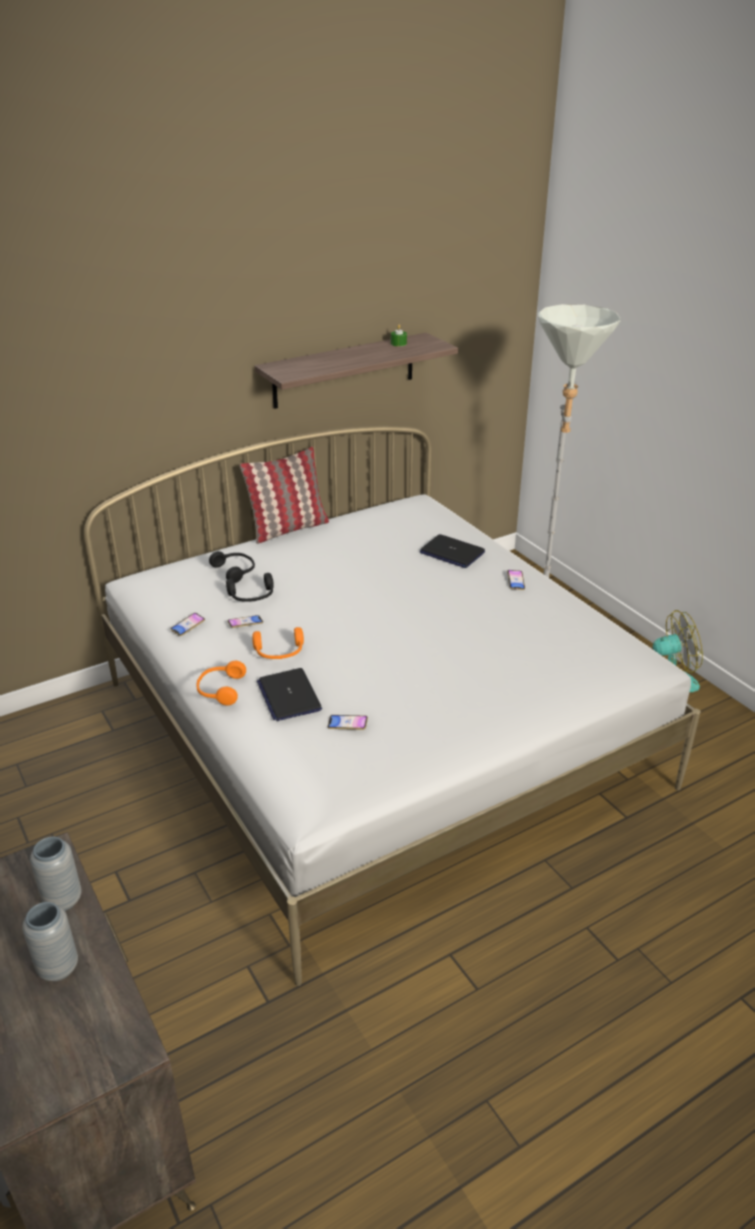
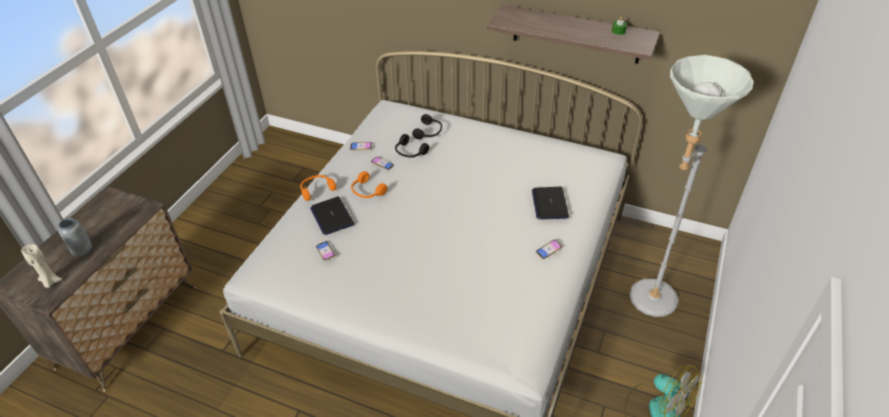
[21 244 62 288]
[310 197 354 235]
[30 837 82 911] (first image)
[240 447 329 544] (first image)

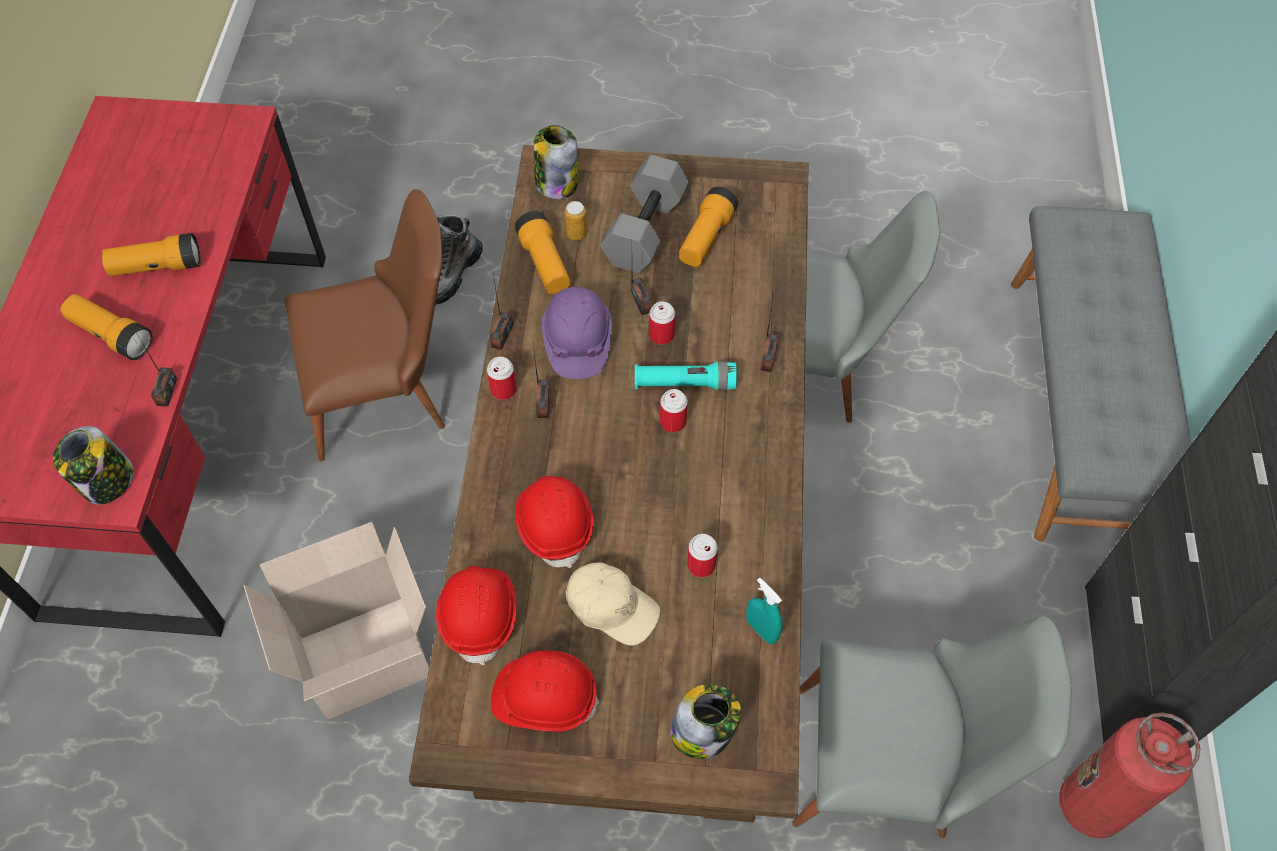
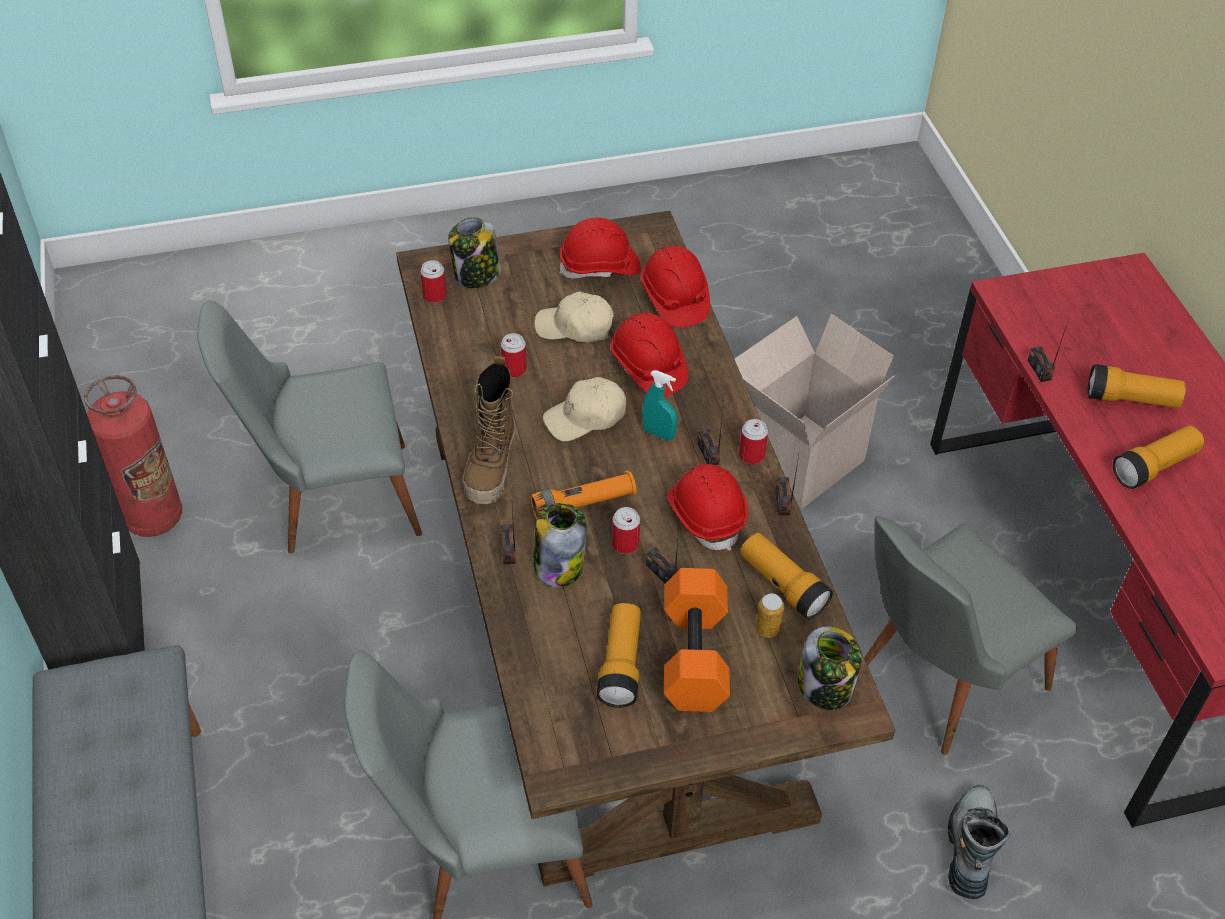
[420 260 447 303]
[463 356 514 504]
[531 471 636 520]
[533 503 586 587]
[543 377 627 441]
[642 370 678 440]
[664 568 730 712]
[667 464 748 551]
[864 516 1078 755]

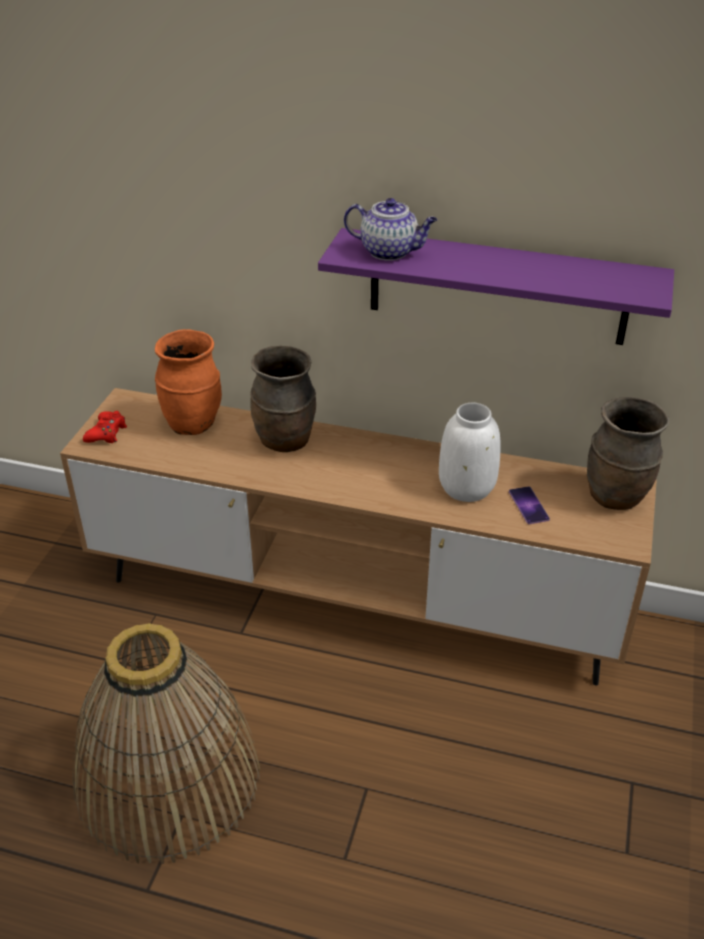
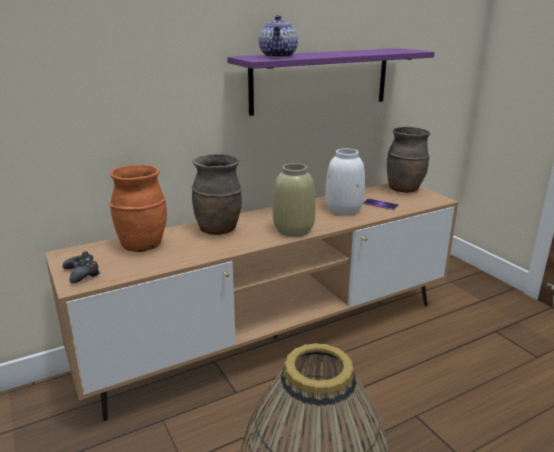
[63 251 100 284]
[259 15 298 58]
[273 163 316 237]

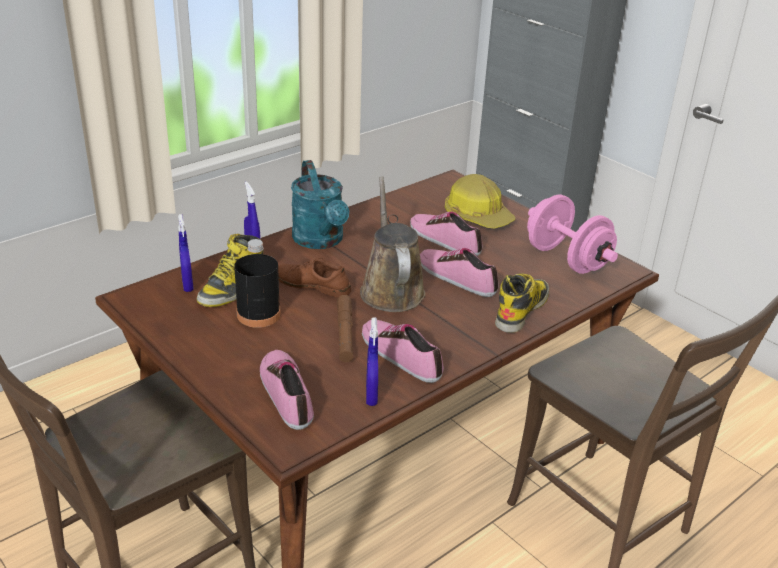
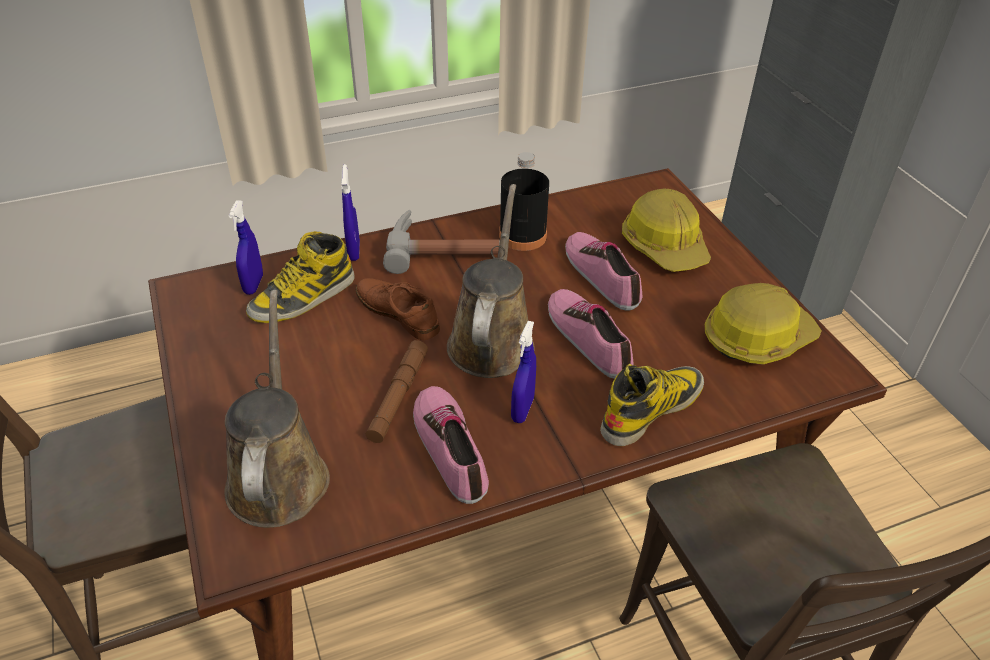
[224 290 330 528]
[383 210 500 274]
[499 152 549 251]
[511 321 536 423]
[705 283 821 364]

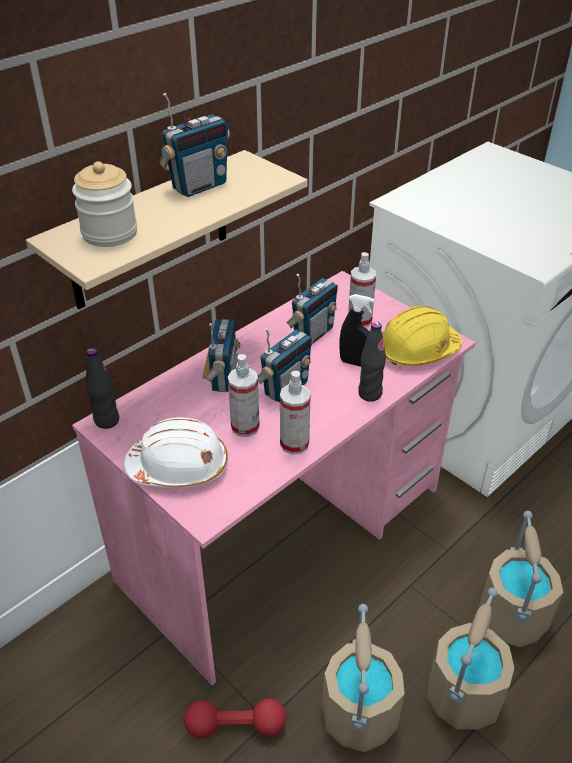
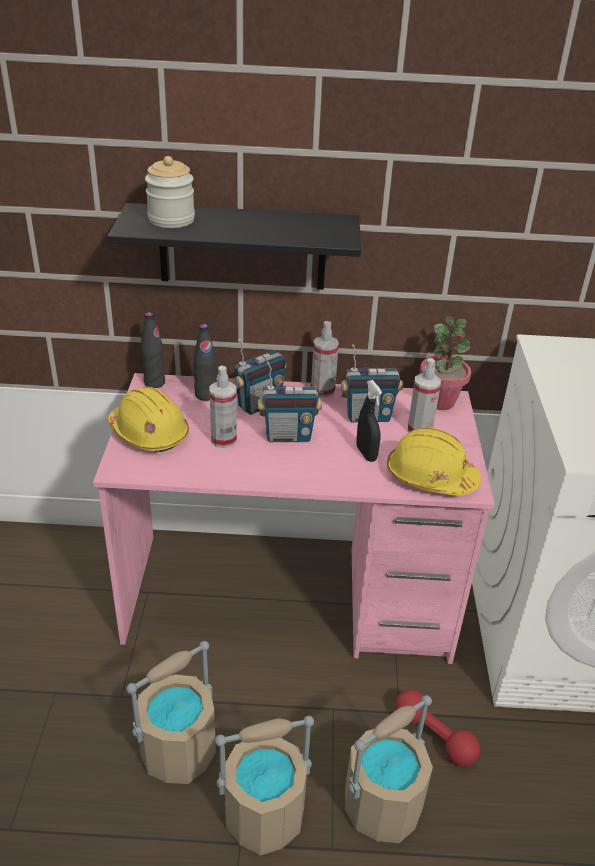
[107 203 361 290]
[108 387 189 452]
[193 324 217 401]
[311 321 339 398]
[395 690 480 767]
[420 316 471 410]
[159 93 230 197] (first image)

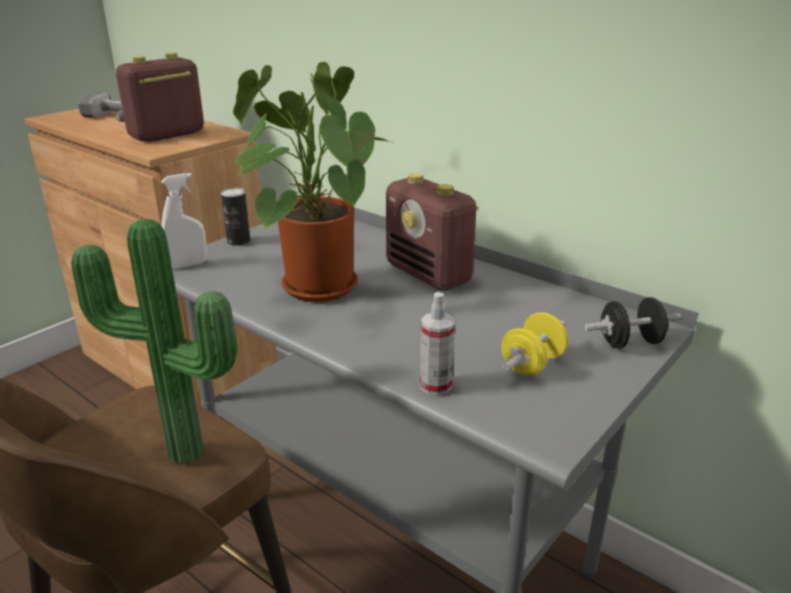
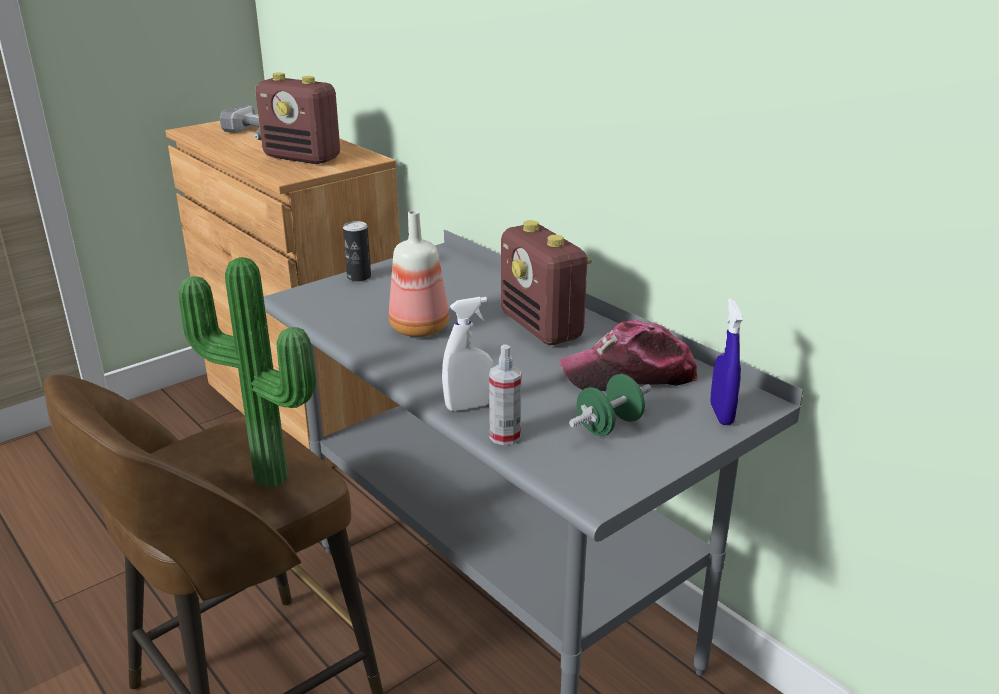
[255 73 340 164]
[389 210 449 337]
[442 297 494 411]
[559 320 698 391]
[569 374 651 436]
[710 298 743 425]

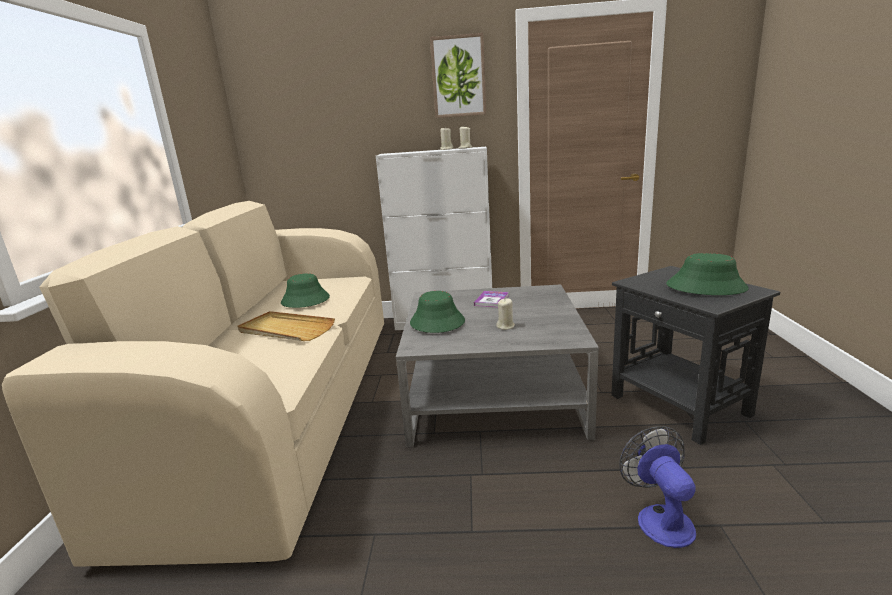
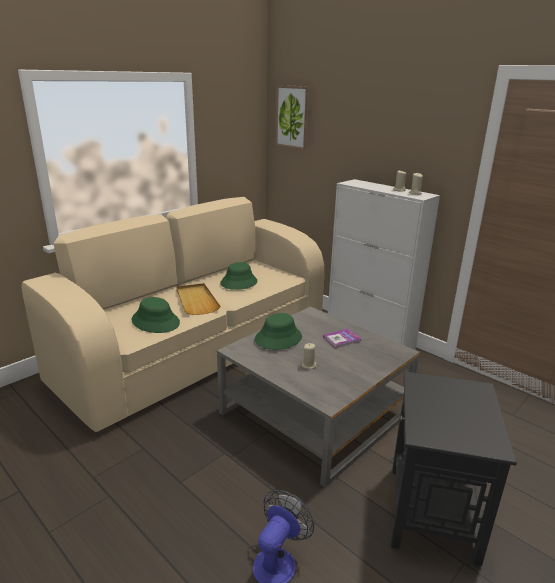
[131 297 180 333]
[275 85 310 150]

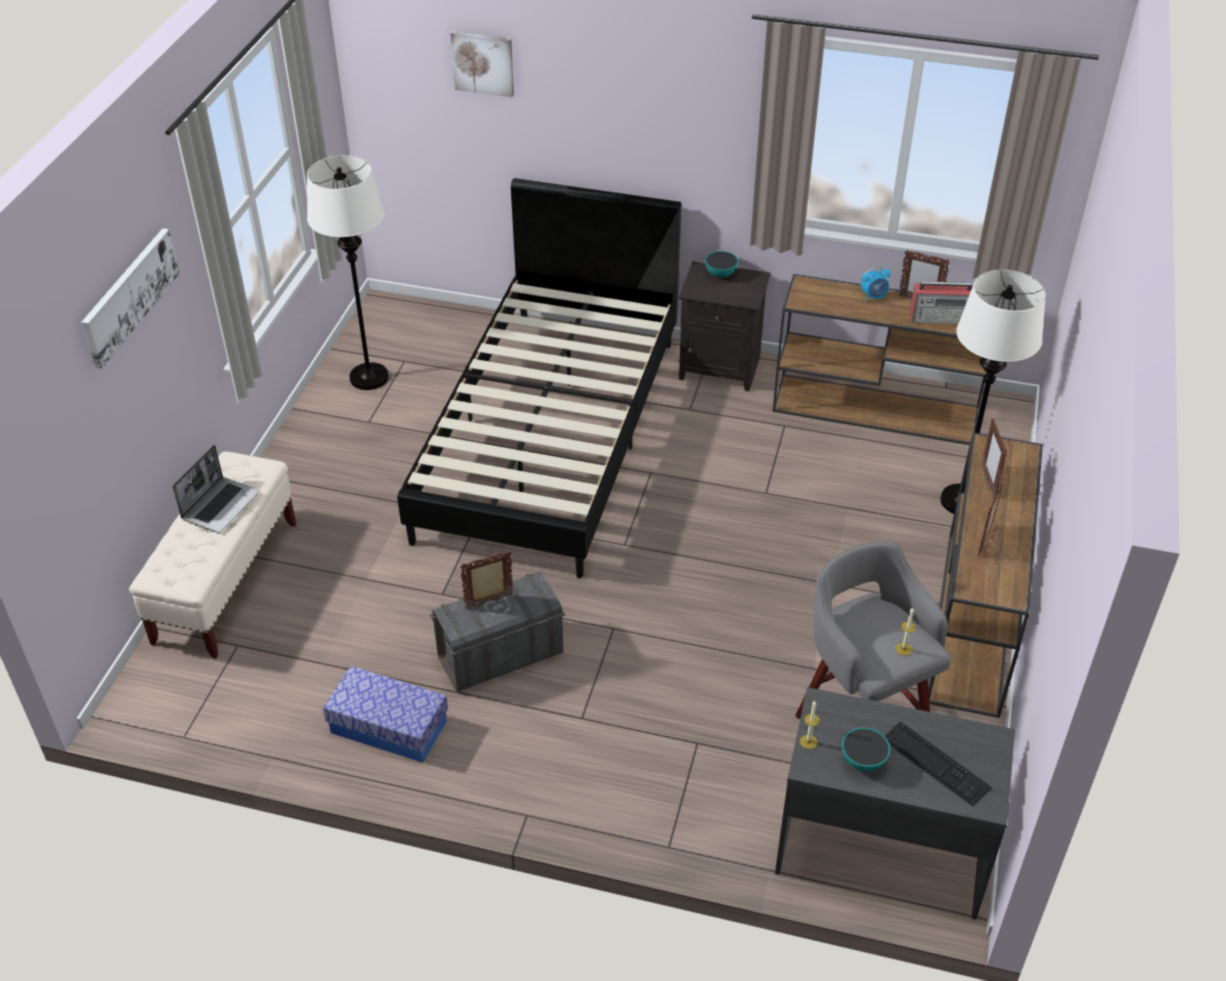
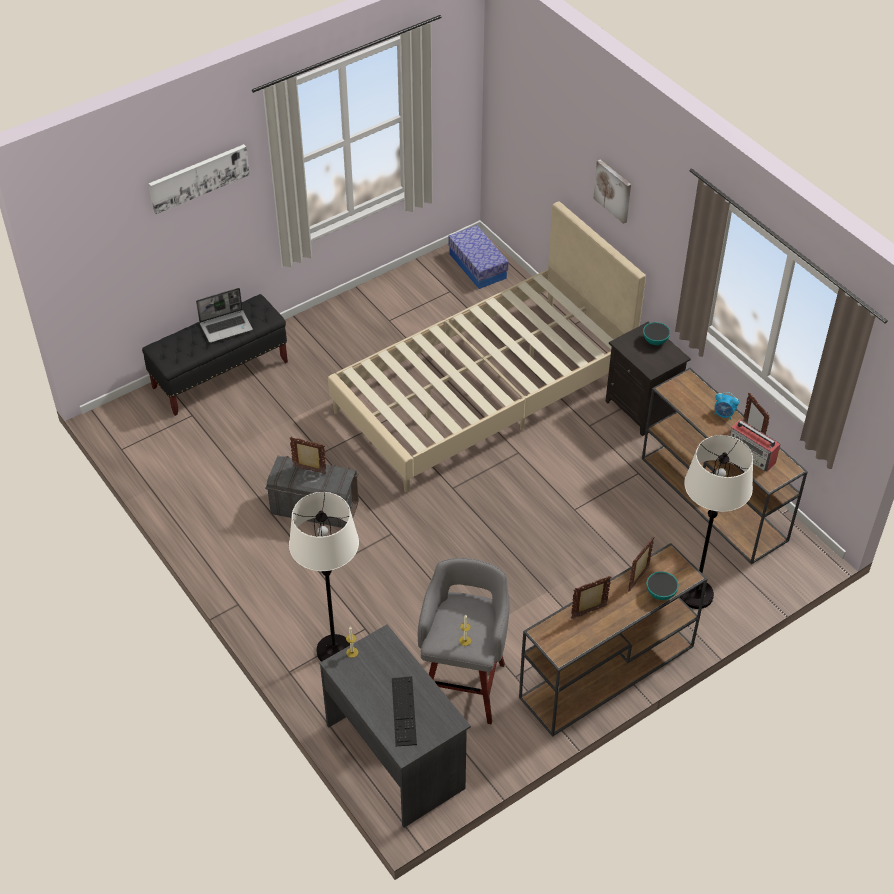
[142 294 288 416]
[289 492 359 662]
[328 201 646 492]
[448 225 509 289]
[593 160 631 224]
[647 571 679 600]

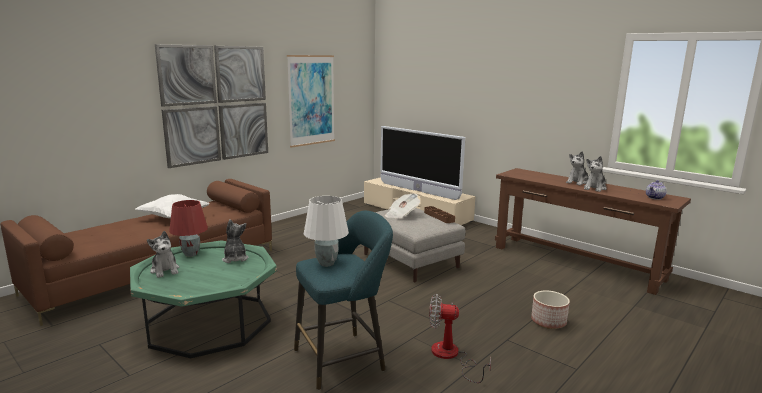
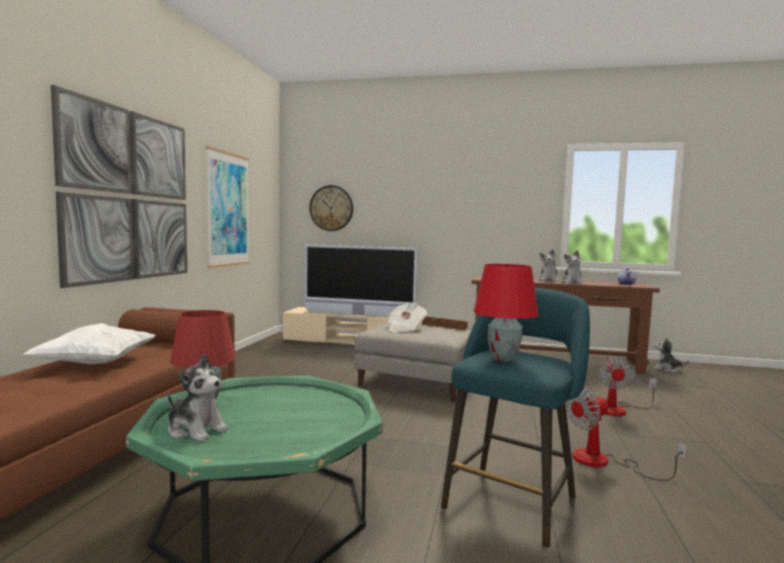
[309 185 353 231]
[473 264 539 362]
[599 357 657 416]
[653 337 688 373]

